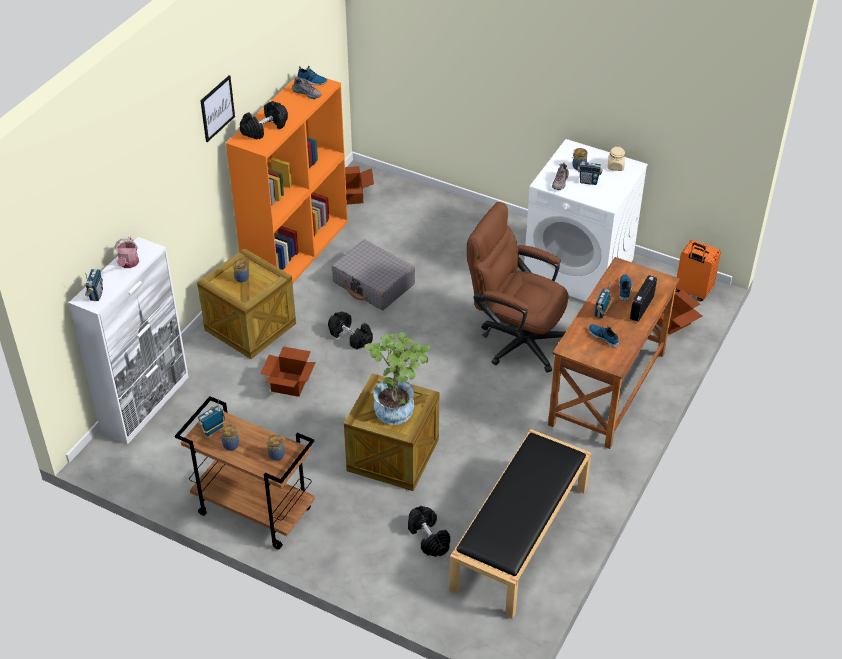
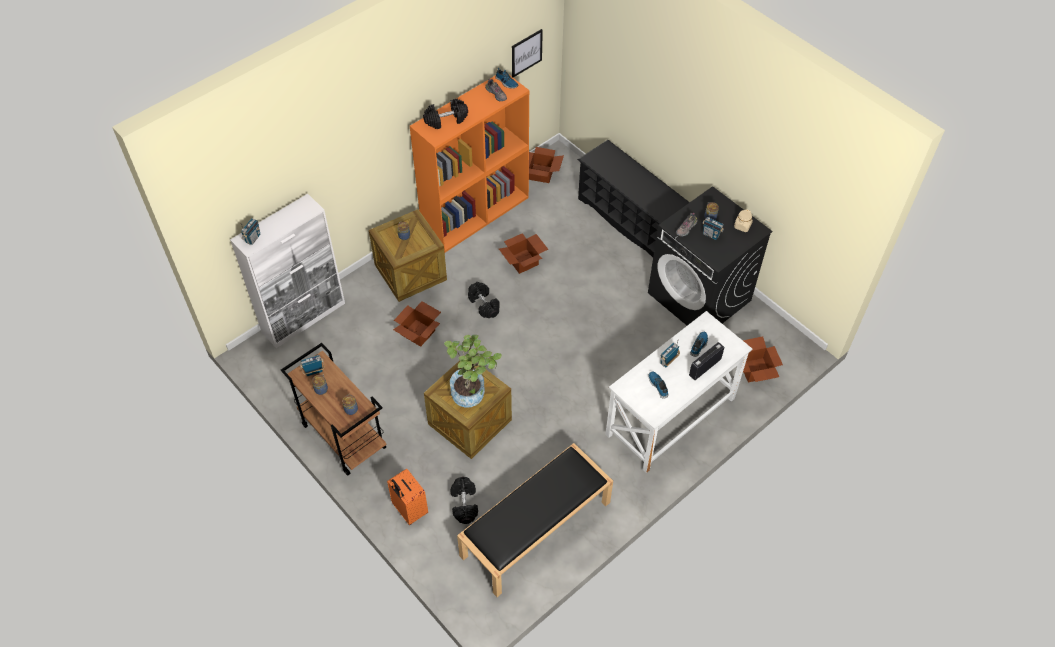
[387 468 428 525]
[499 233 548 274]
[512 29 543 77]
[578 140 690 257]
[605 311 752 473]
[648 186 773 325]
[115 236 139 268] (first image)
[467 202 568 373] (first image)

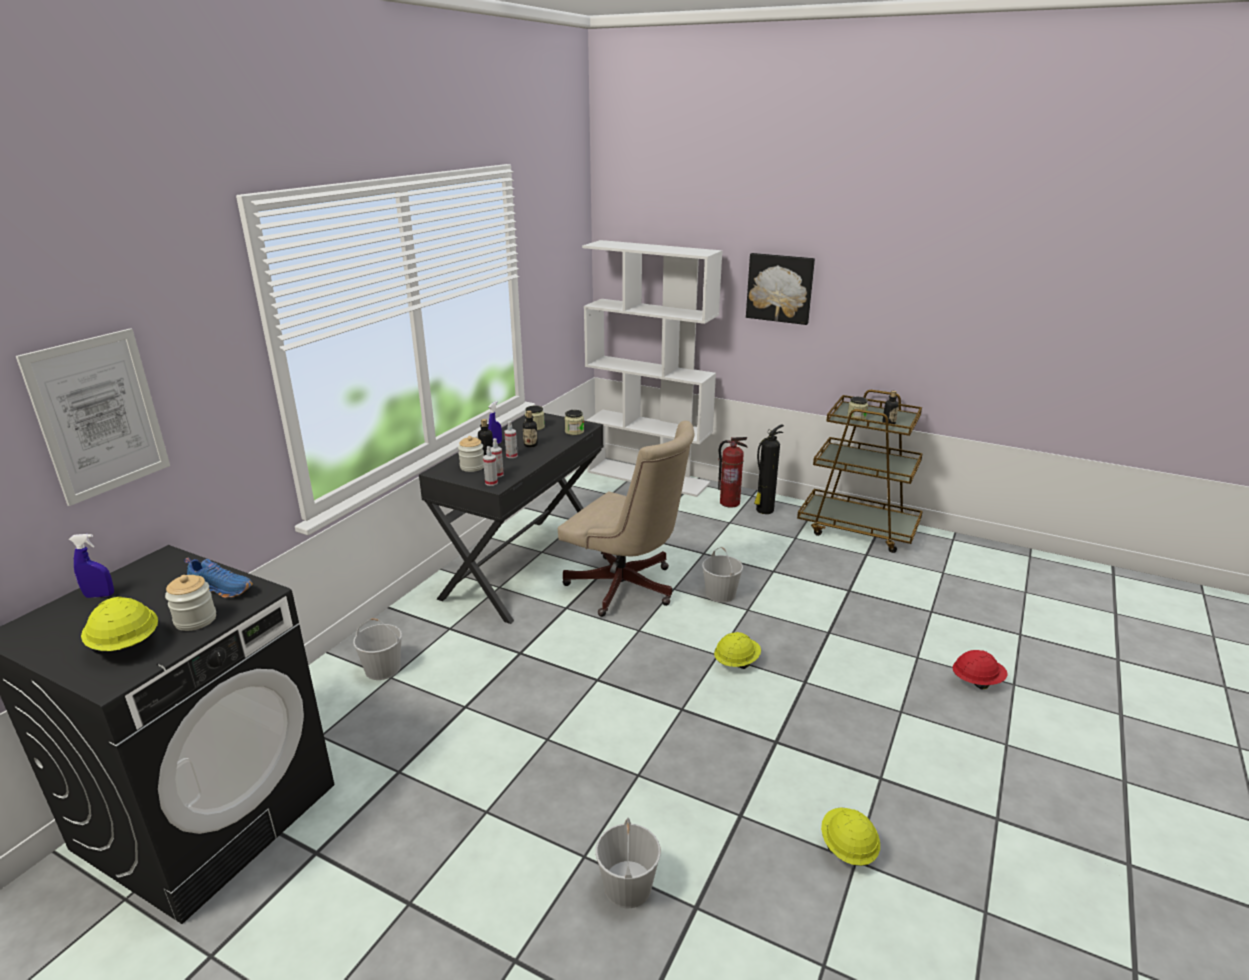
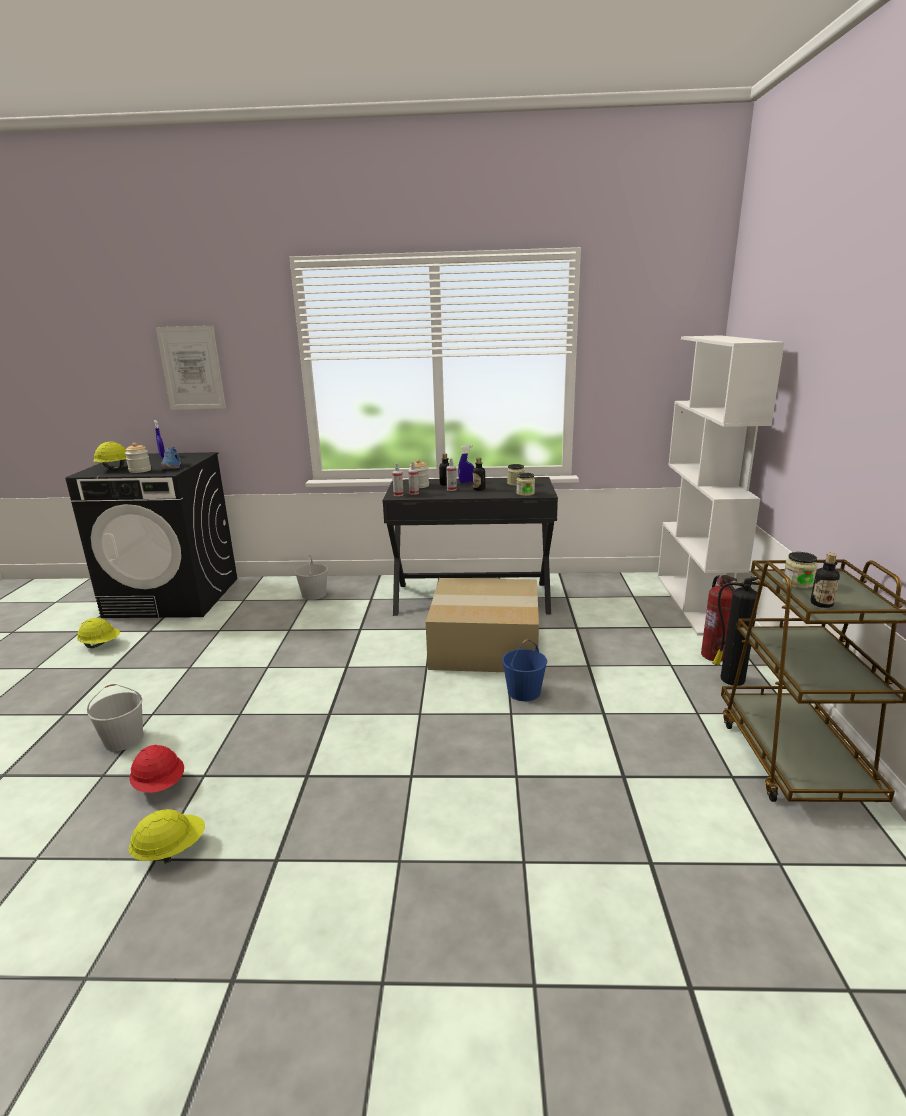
[77 618 120 648]
[129 745 184 793]
[426 578 539 672]
[502 639 547 701]
[746 253 815 325] (first image)

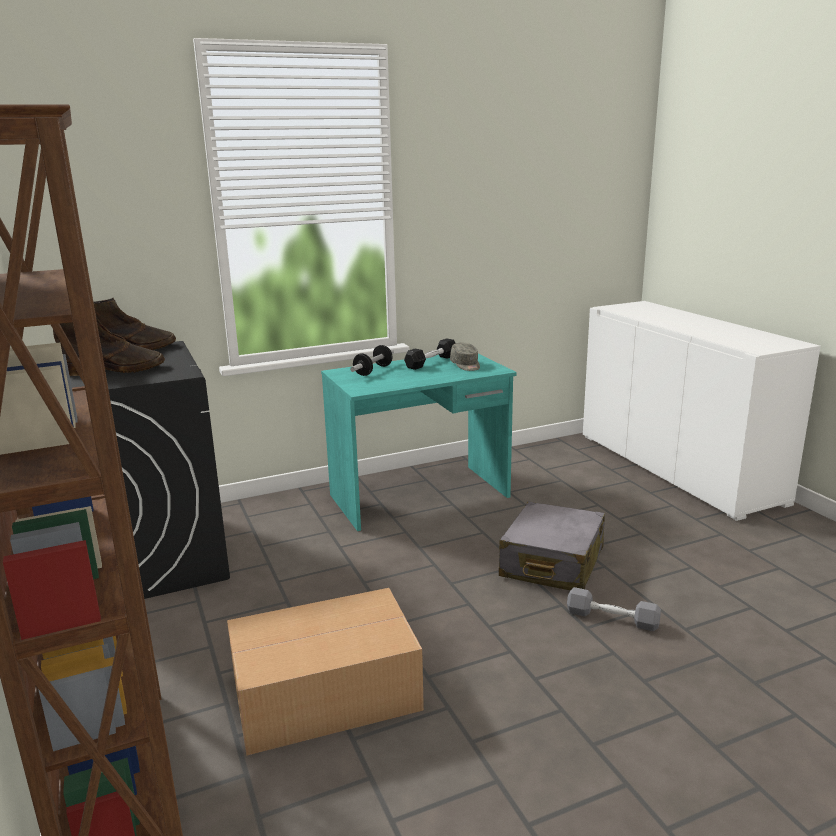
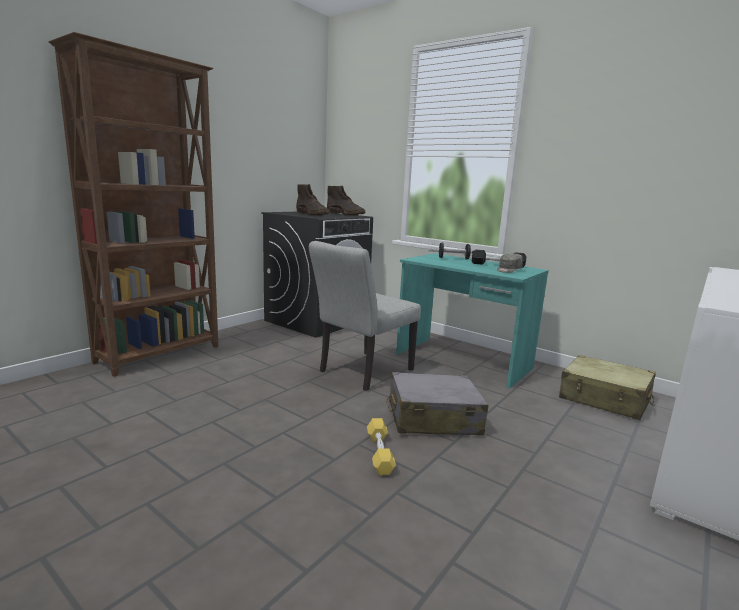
[309 241 421 391]
[367 418 396 475]
[559 355 656 420]
[227 588 424 756] (first image)

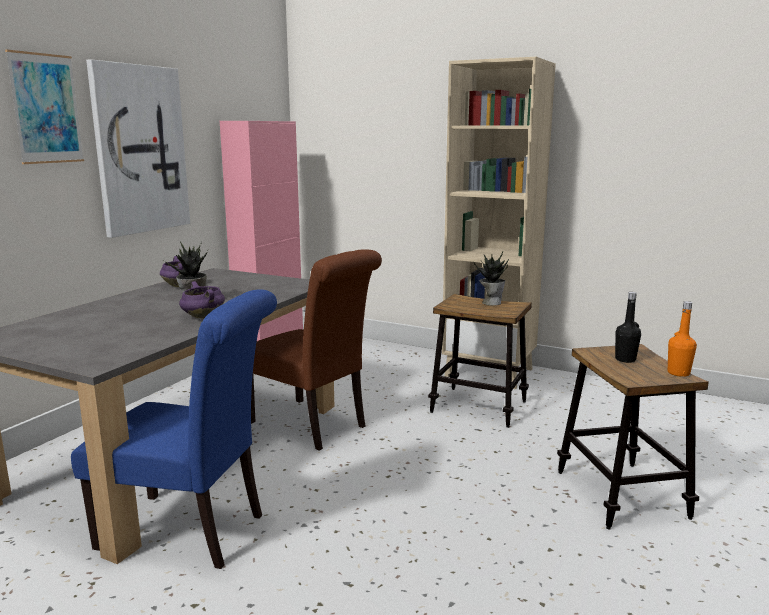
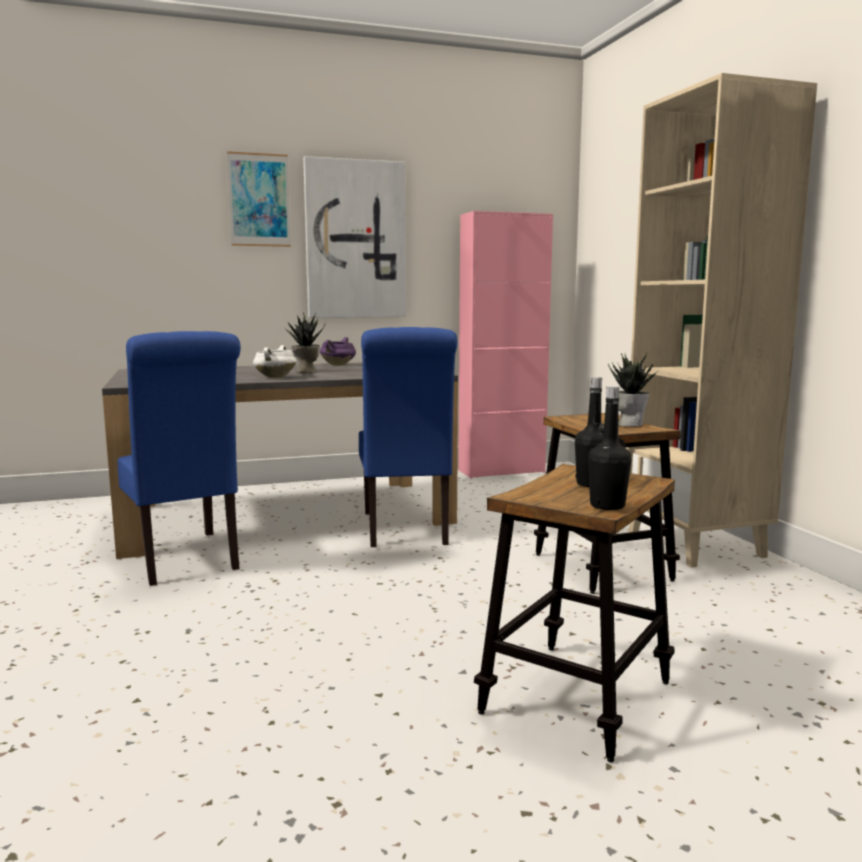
[253 345 296 378]
[359 327 458 547]
[588 386 631 510]

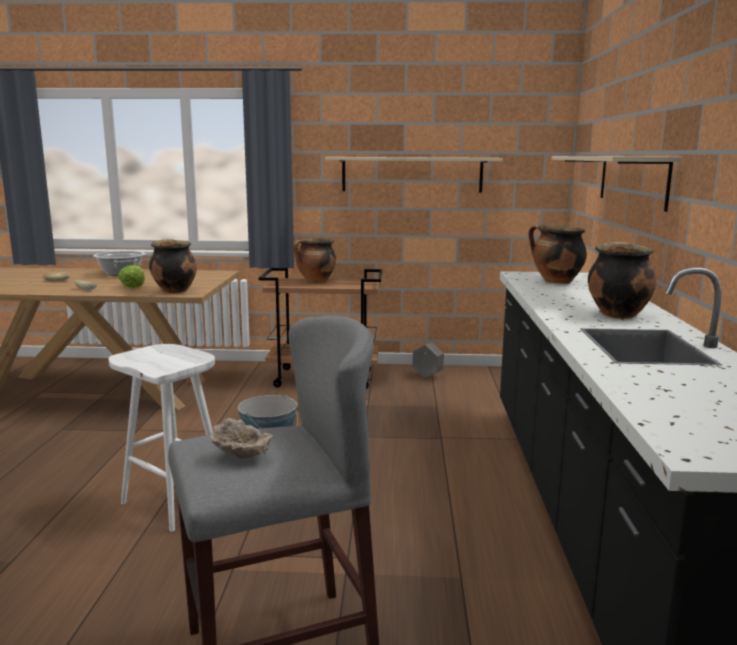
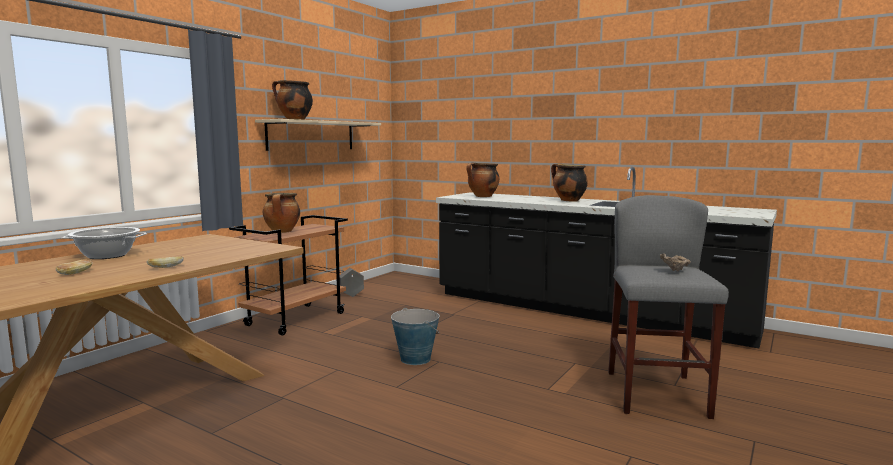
[272 80 313 120]
[109 344 215 532] (first image)
[118 265 145 288] (first image)
[552 156 682 212] (first image)

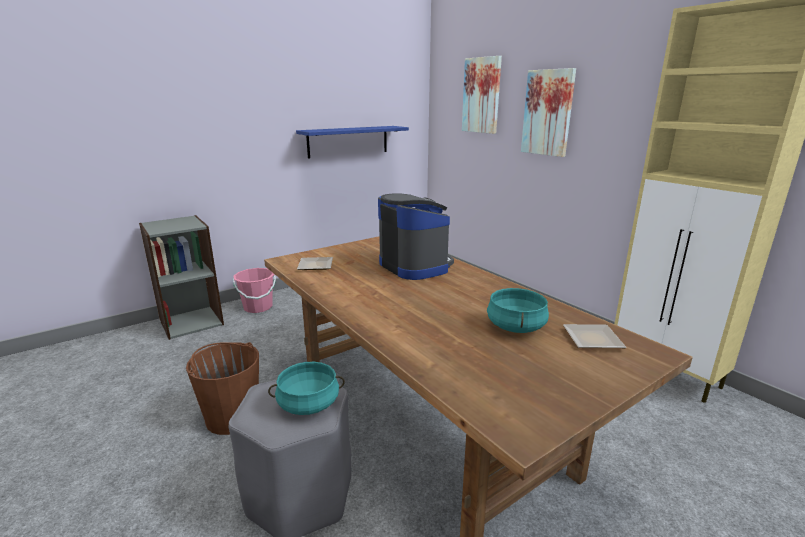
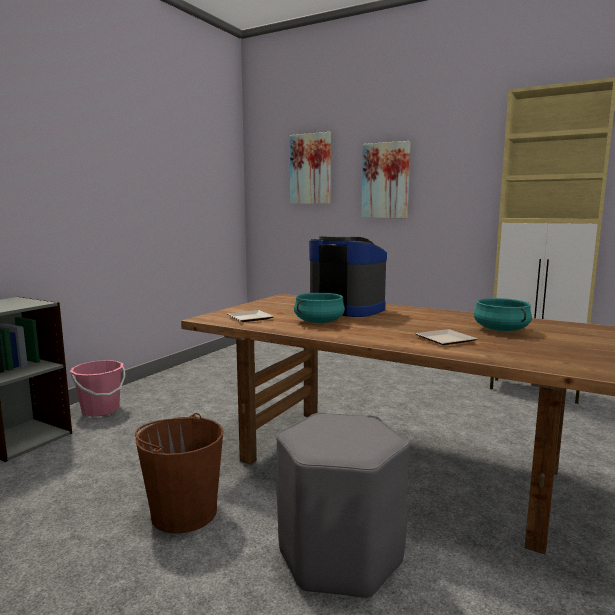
[294 293 345 323]
[415 329 477 345]
[296 126 409 158] (first image)

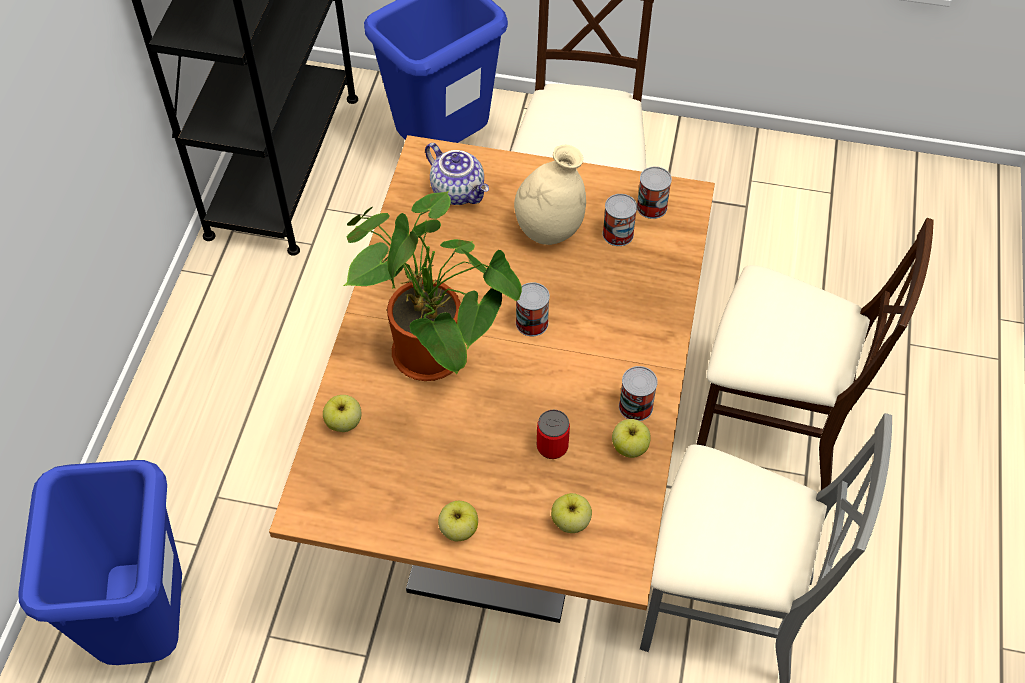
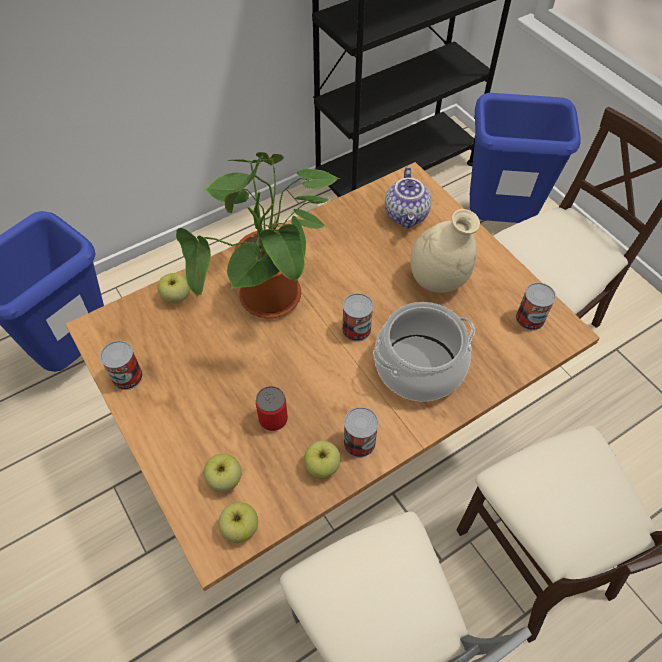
[100 341 143 390]
[218 502 258 543]
[373 302 475 402]

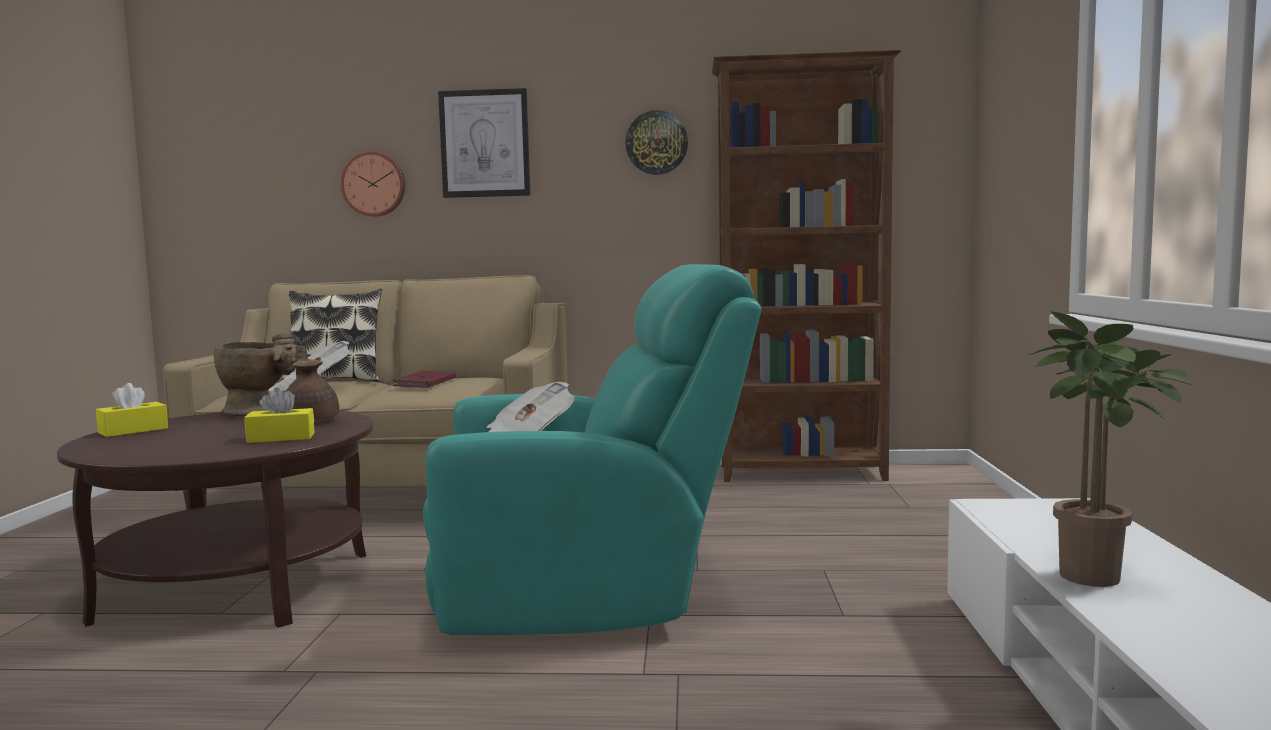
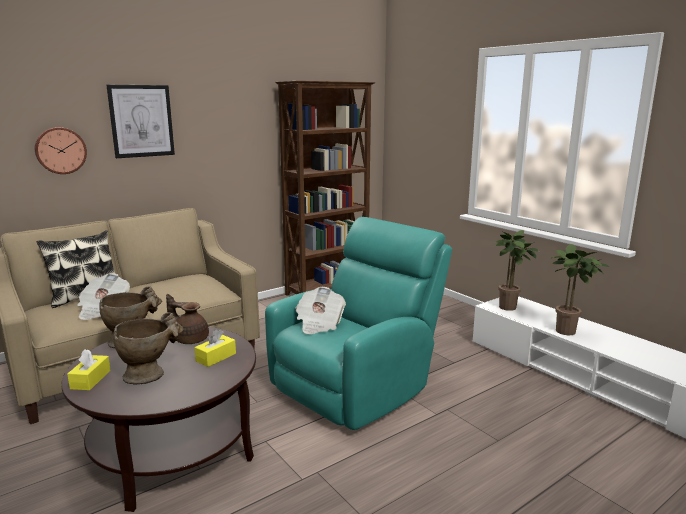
[114 312 184 384]
[494 230 539 311]
[392 370 457 388] (first image)
[625 110 688 175] (first image)

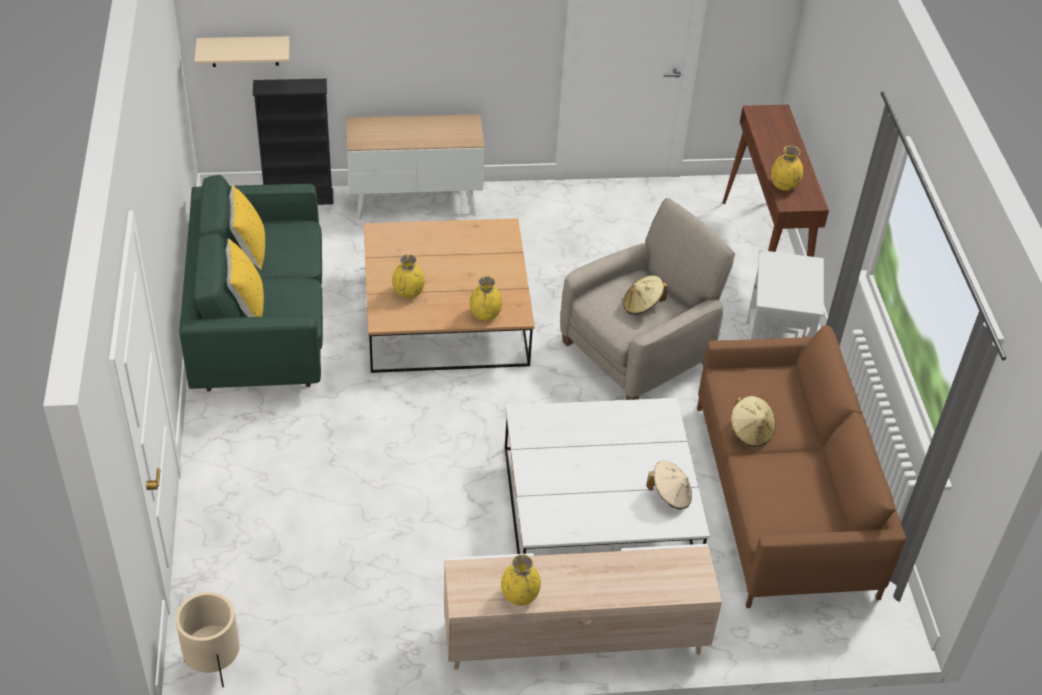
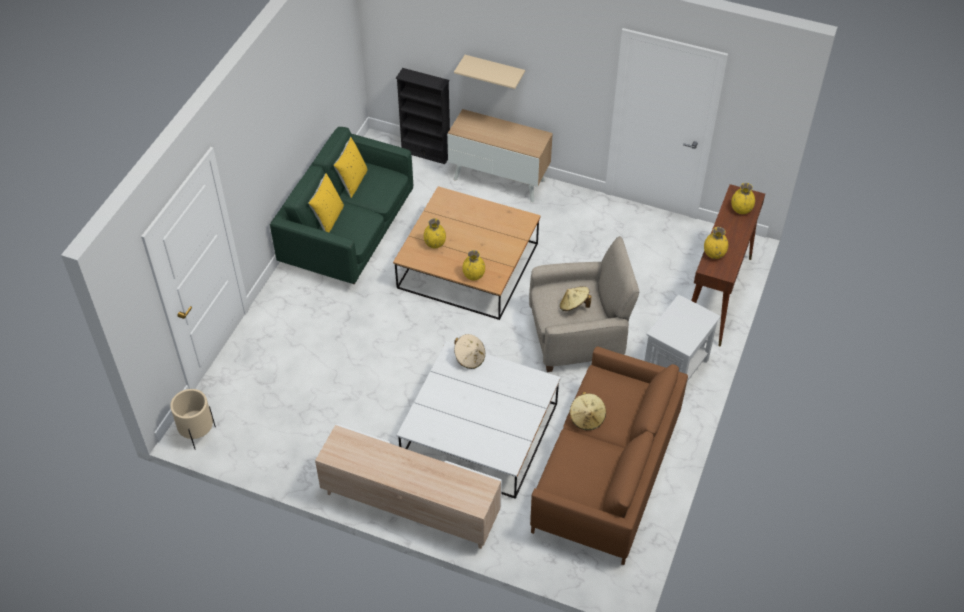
[454 55 525 89]
[454 334 485 369]
[731 183 755 214]

